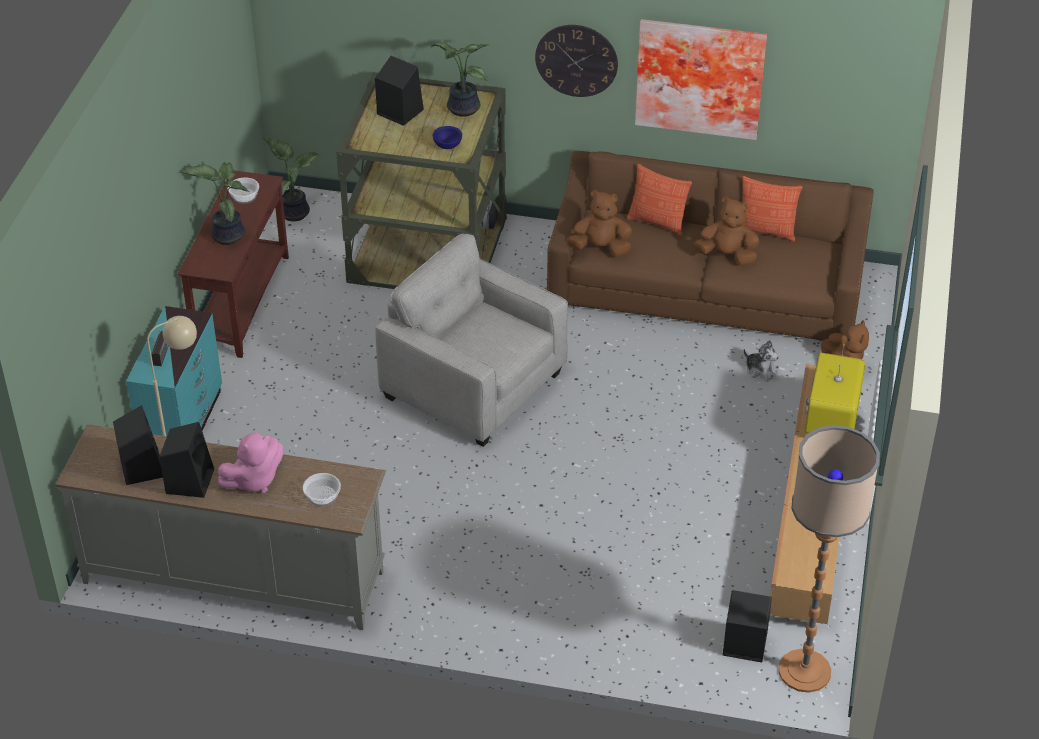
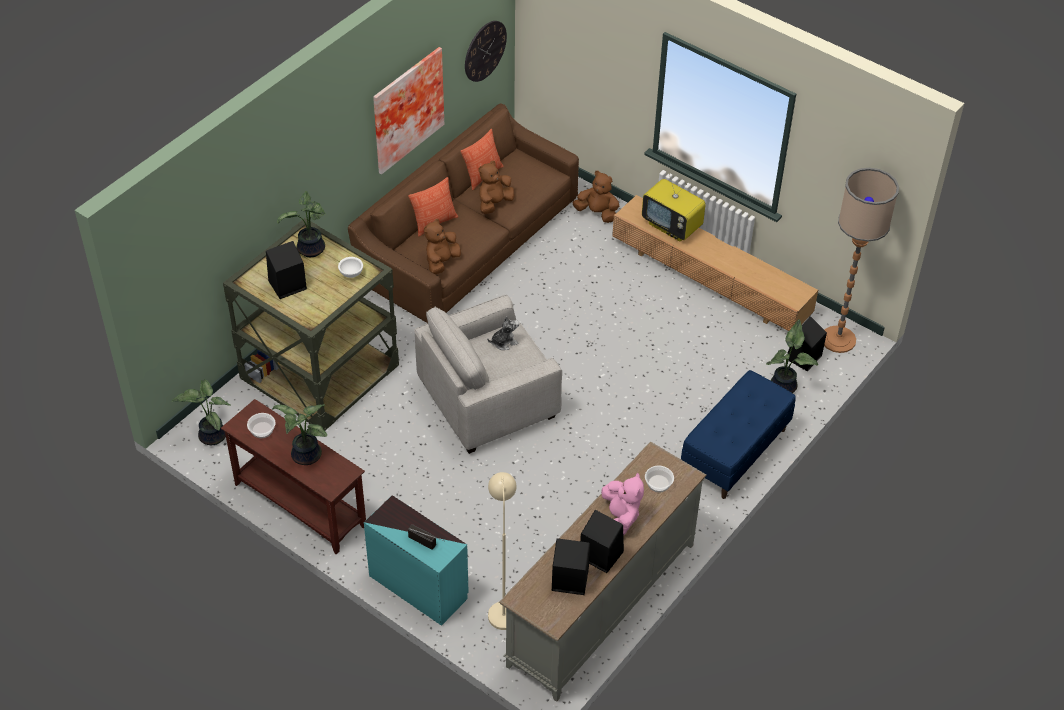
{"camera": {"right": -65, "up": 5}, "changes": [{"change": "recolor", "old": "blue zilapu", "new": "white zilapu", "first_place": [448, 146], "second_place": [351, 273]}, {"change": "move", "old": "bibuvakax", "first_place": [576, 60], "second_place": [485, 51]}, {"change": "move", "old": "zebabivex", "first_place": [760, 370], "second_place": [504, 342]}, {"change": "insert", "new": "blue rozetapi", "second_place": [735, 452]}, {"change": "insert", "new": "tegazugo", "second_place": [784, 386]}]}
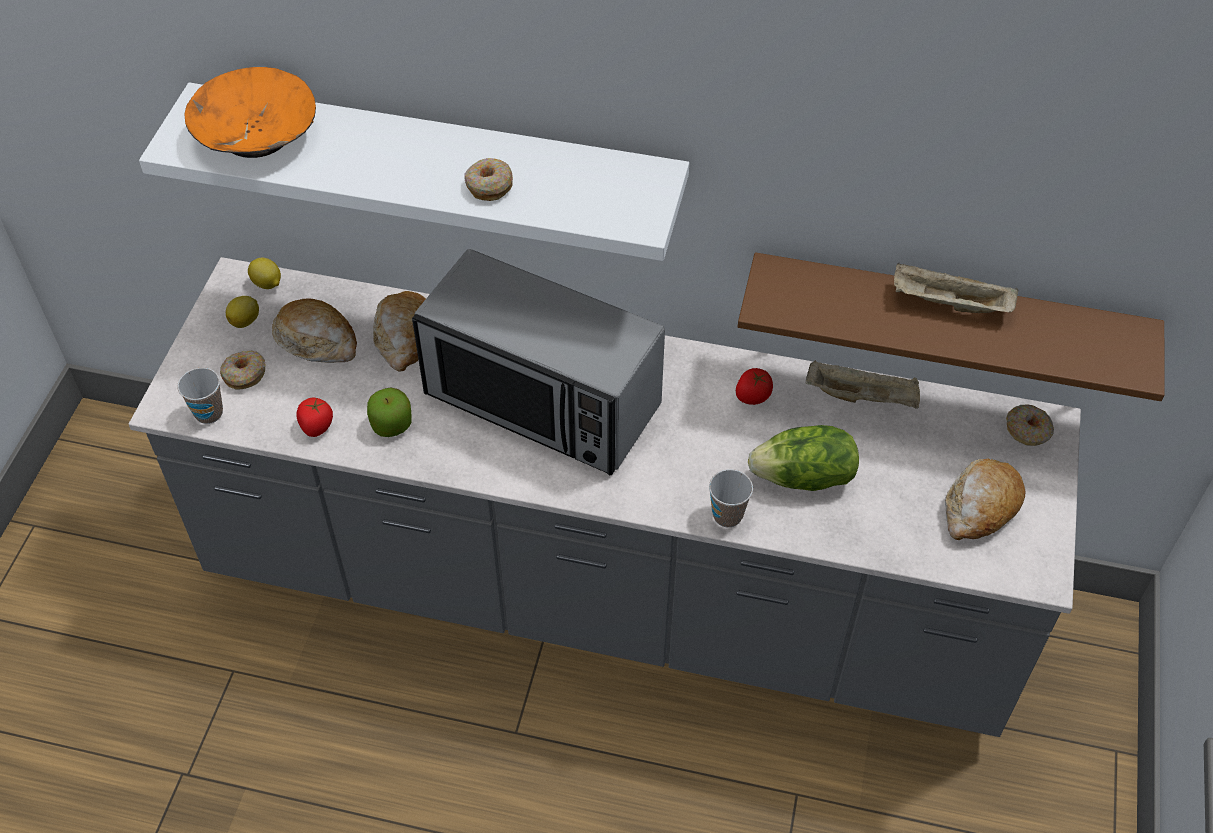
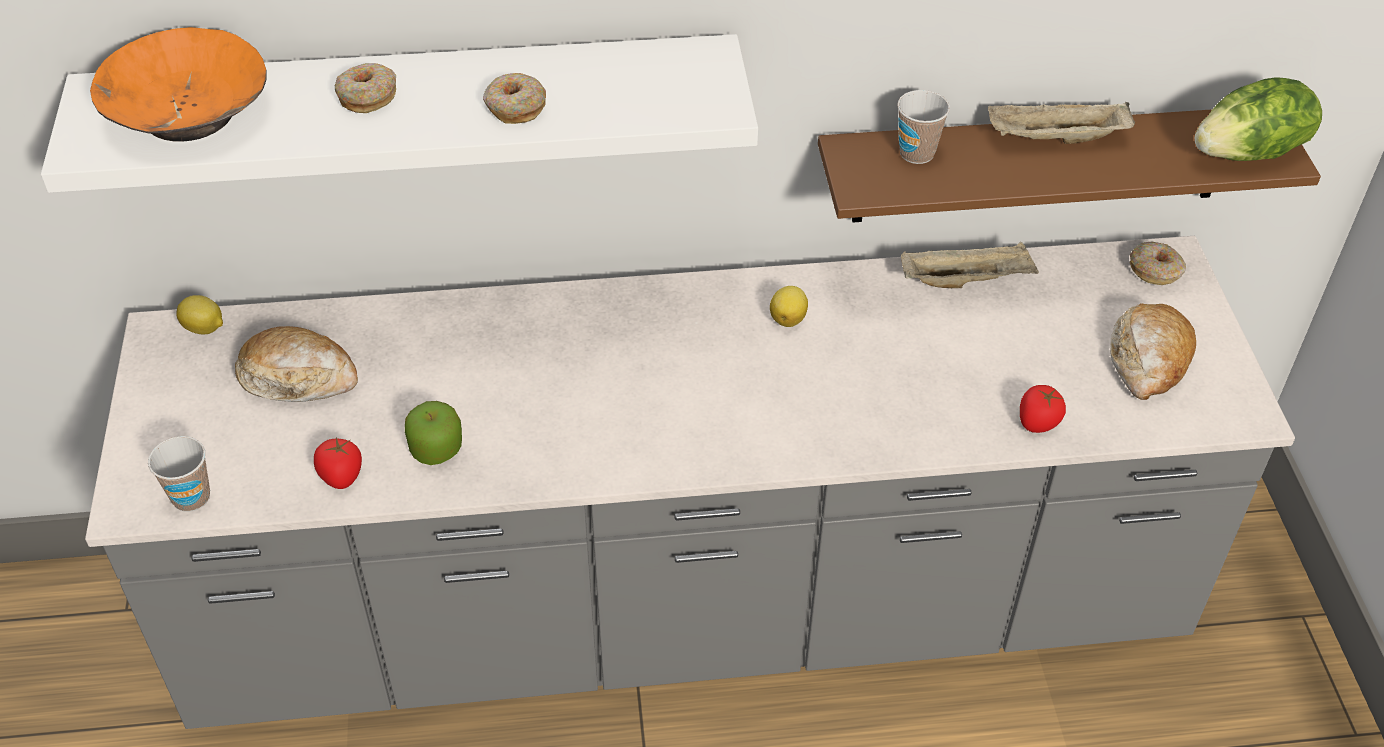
{"camera": {"right": -20, "up": -5}, "changes": [{"change": "move", "old": "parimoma", "first_place": [244, 374], "second_place": [367, 96]}, {"change": "move", "old": "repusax", "first_place": [246, 321], "second_place": [788, 318]}, {"change": "move", "old": "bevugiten", "first_place": [727, 515], "second_place": [916, 153]}, {"change": "move", "old": "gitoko", "first_place": [752, 396], "second_place": [1037, 422]}, {"change": "move", "old": "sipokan", "first_place": [804, 478], "second_place": [1250, 153]}, {"change": "delete", "old": "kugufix", "first_place": [405, 338]}, {"change": "delete", "old": "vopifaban", "first_place": [542, 401]}]}
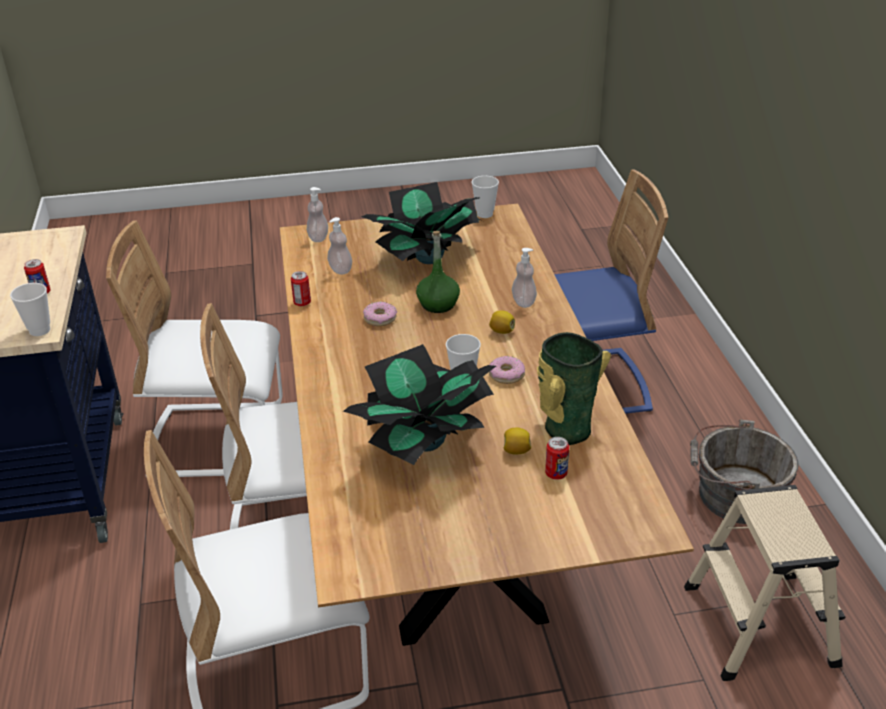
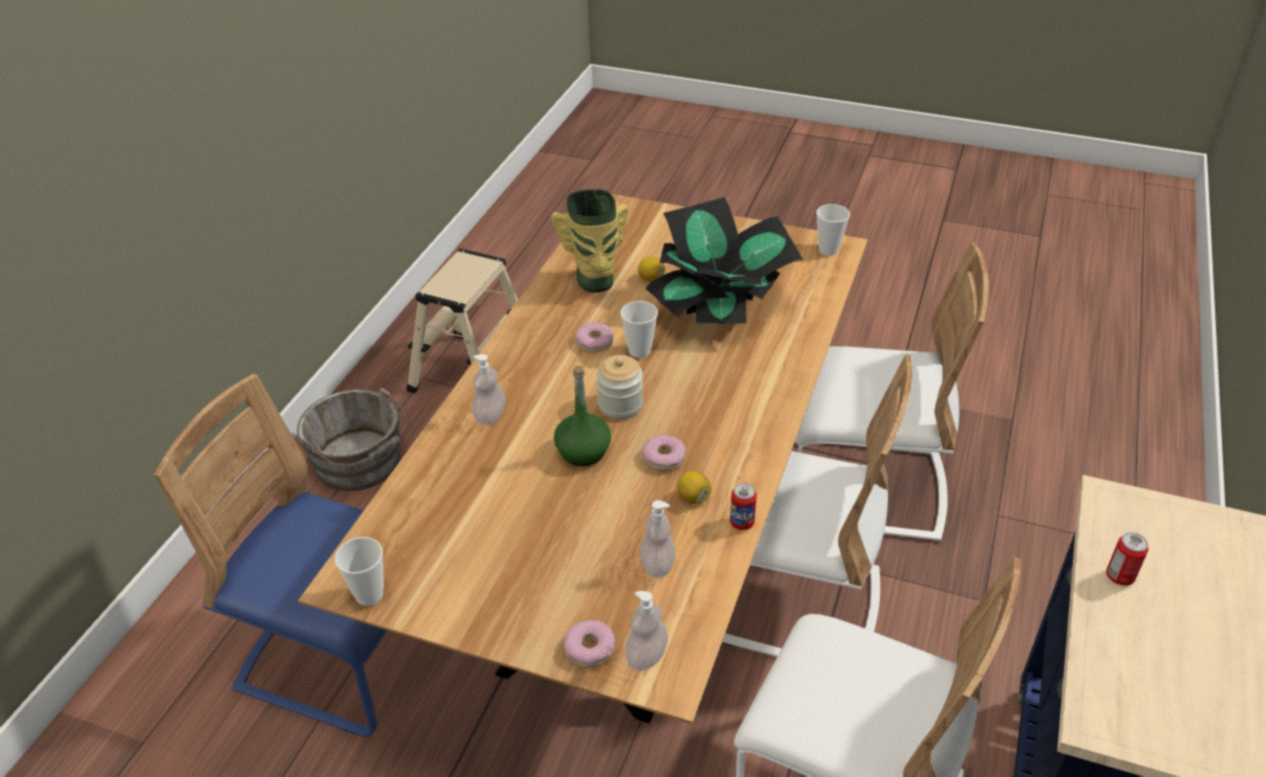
{"camera": {"right": -150, "up": 5}, "changes": [{"change": "insert", "new": "parimoma", "second_place": [589, 648]}, {"change": "insert", "new": "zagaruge", "second_place": [620, 405]}, {"change": "move", "old": "repusax", "first_place": [501, 331], "second_place": [693, 497]}, {"change": "move", "old": "bevugiten", "first_place": [40, 330], "second_place": [828, 250]}, {"change": "delete", "old": "tegazugo", "first_place": [427, 259]}, {"change": "delete", "old": "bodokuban", "first_place": [556, 474]}]}
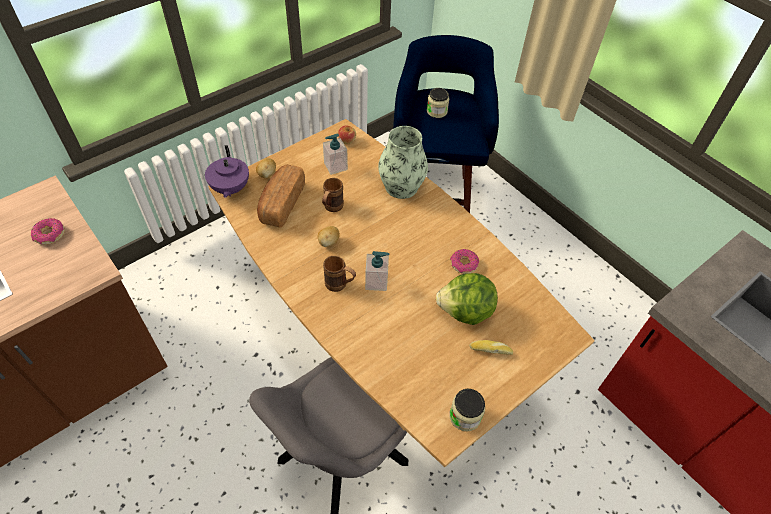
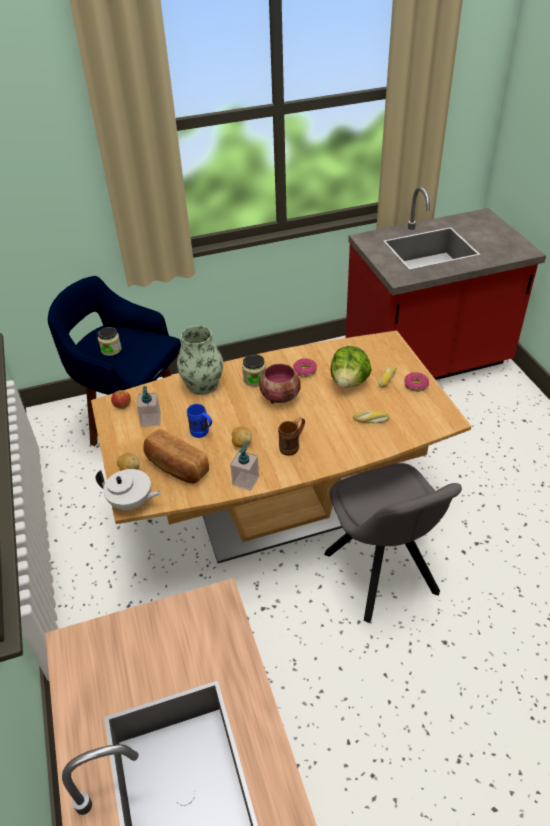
{"camera": {"right": -65, "up": -10}, "changes": [{"change": "recolor", "old": "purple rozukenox", "new": "white rozukenox", "first_place": [230, 189], "second_place": [131, 503]}, {"change": "recolor", "old": "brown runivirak", "new": "blue runivirak", "first_place": [331, 208], "second_place": [202, 433]}, {"change": "move", "old": "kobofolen", "first_place": [376, 281], "second_place": [245, 480]}, {"change": "move", "old": "zagaruge", "first_place": [465, 416], "second_place": [254, 379]}, {"change": "insert", "new": "zilapu", "second_place": [281, 397]}, {"change": "insert", "new": "kugufix", "second_place": [371, 420]}, {"change": "move", "old": "parimoma", "first_place": [50, 235], "second_place": [416, 385]}]}
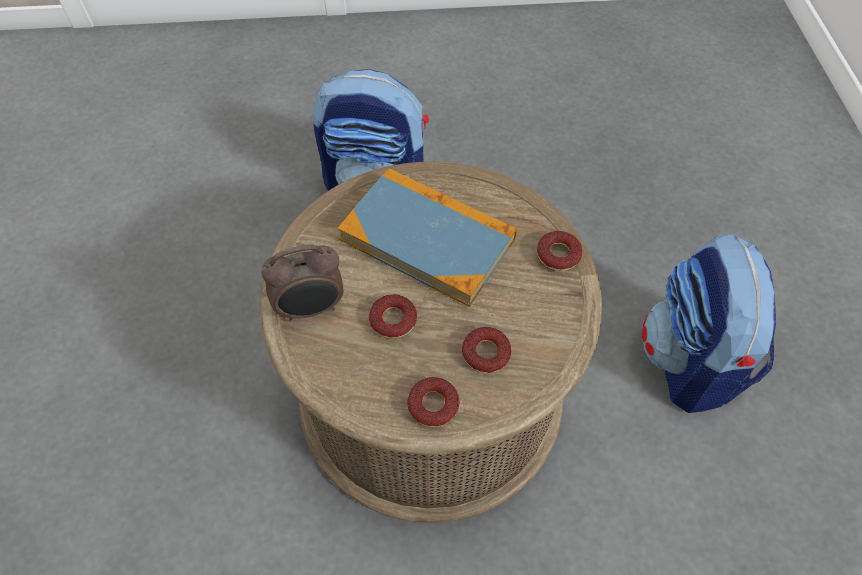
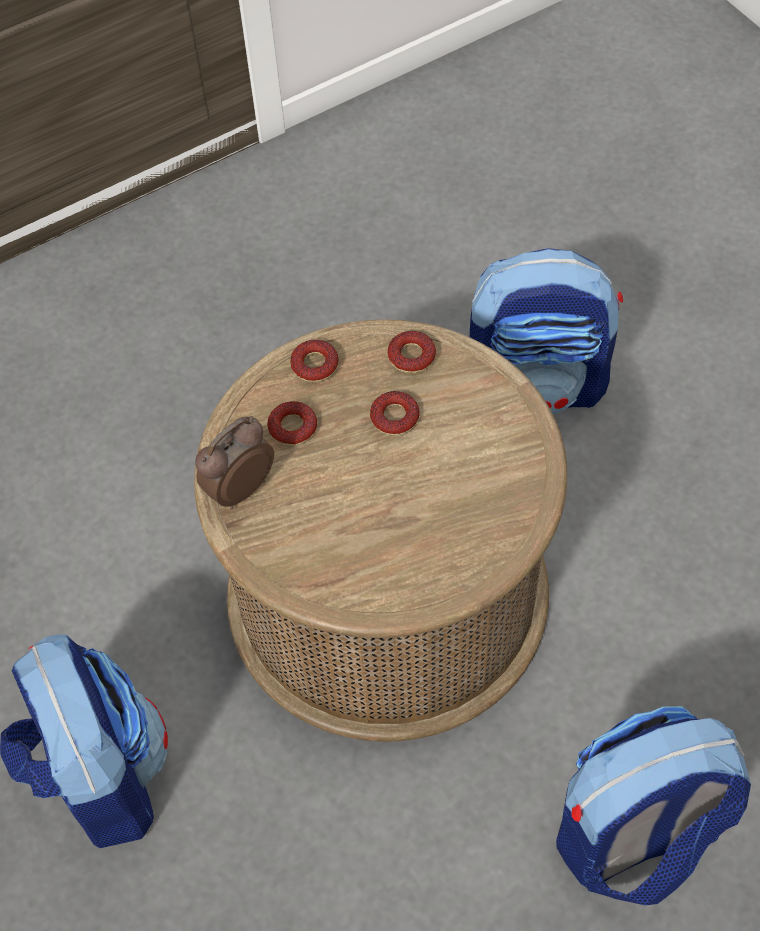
{"camera": {"right": 155, "up": 0}, "changes": [{"change": "move", "old": "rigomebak", "first_place": [311, 309], "second_place": [239, 489]}, {"change": "move", "old": "parimoma", "first_place": [558, 255], "second_place": [411, 356]}, {"change": "insert", "new": "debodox", "second_place": [538, 384]}, {"change": "delete", "old": "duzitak", "first_place": [427, 239]}]}
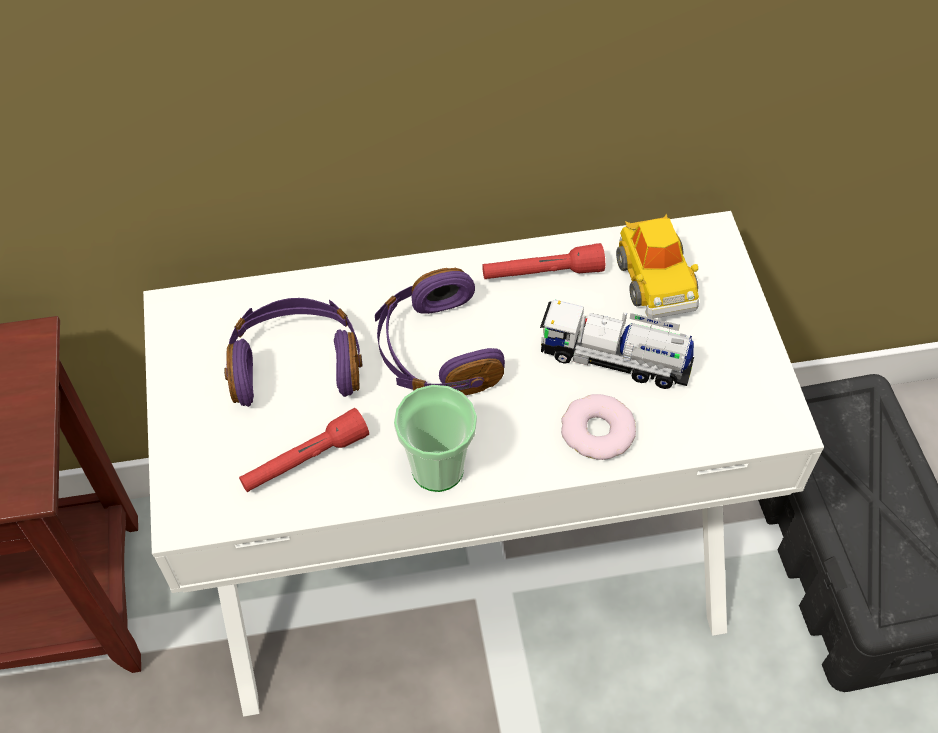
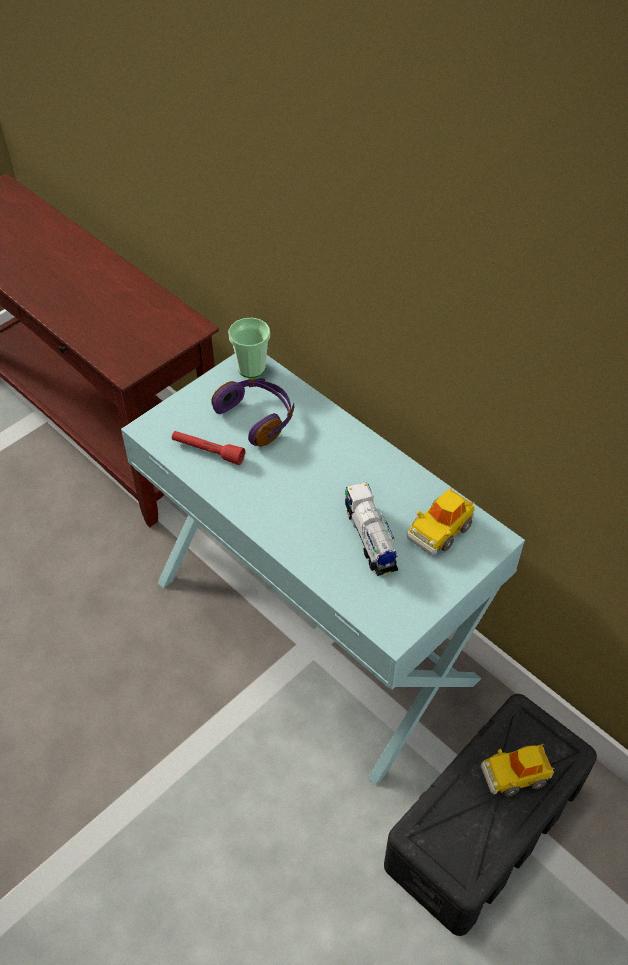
{"camera": {"right": 55, "up": -5}, "changes": [{"change": "recolor", "old": "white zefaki", "new": "turquoise zefaki", "first_place": [468, 562], "second_place": [315, 628]}, {"change": "move", "old": "bevugiten", "first_place": [437, 468], "second_place": [251, 368]}, {"change": "insert", "new": "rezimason", "second_place": [516, 774]}, {"change": "delete", "old": "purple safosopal", "first_place": [435, 352]}, {"change": "delete", "old": "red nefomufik", "first_place": [542, 273]}, {"change": "delete", "old": "parimoma", "first_place": [597, 432]}]}
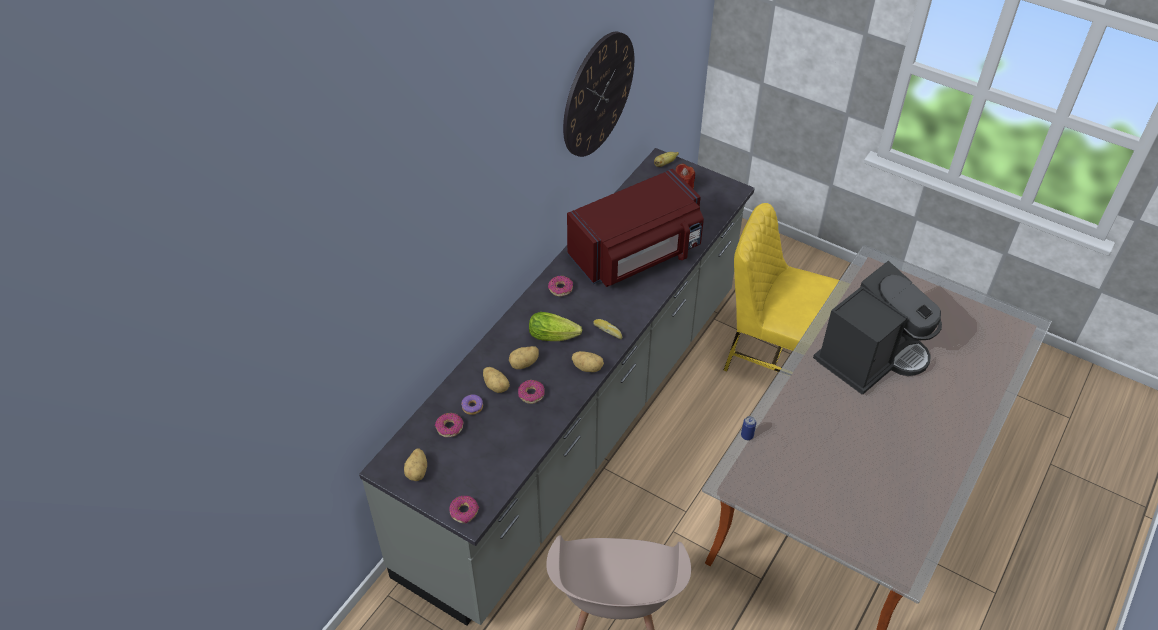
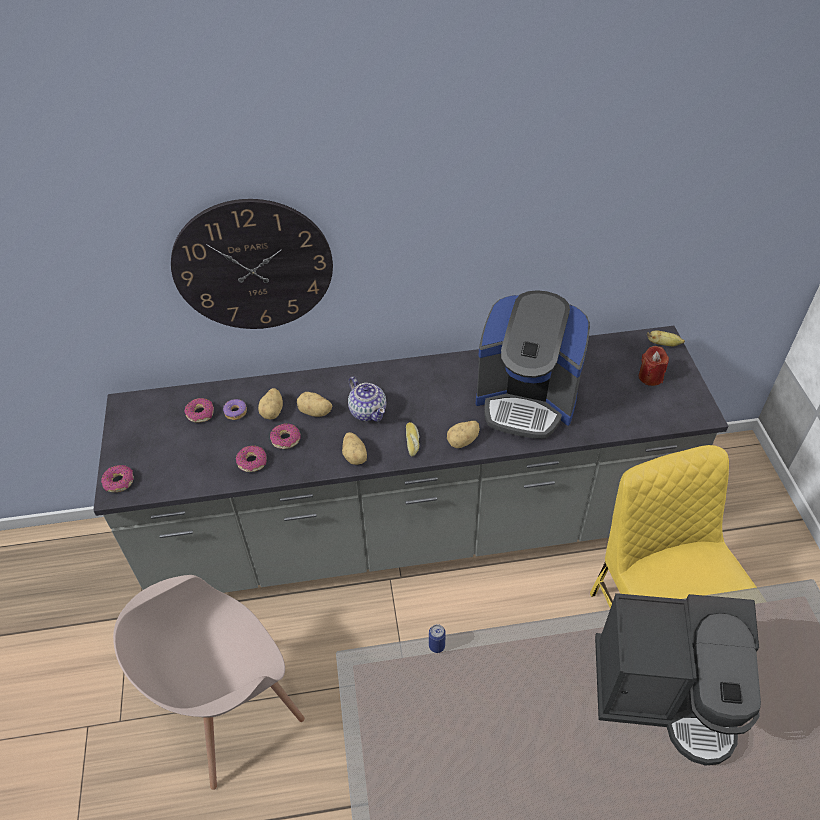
{"camera": {"right": 50, "up": 0}, "changes": [{"change": "move", "old": "bibuvakax", "first_place": [598, 94], "second_place": [253, 266]}, {"change": "move", "old": "parimoma", "first_place": [560, 289], "second_place": [252, 462]}, {"change": "replace", "old": "sipokan", "new": "rozukenox", "first_place": [555, 336], "second_place": [368, 411]}, {"change": "move", "old": "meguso", "first_place": [417, 471], "second_place": [463, 441]}, {"change": "replace", "old": "red vopifaban", "new": "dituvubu", "first_place": [637, 255], "second_place": [526, 400]}]}
